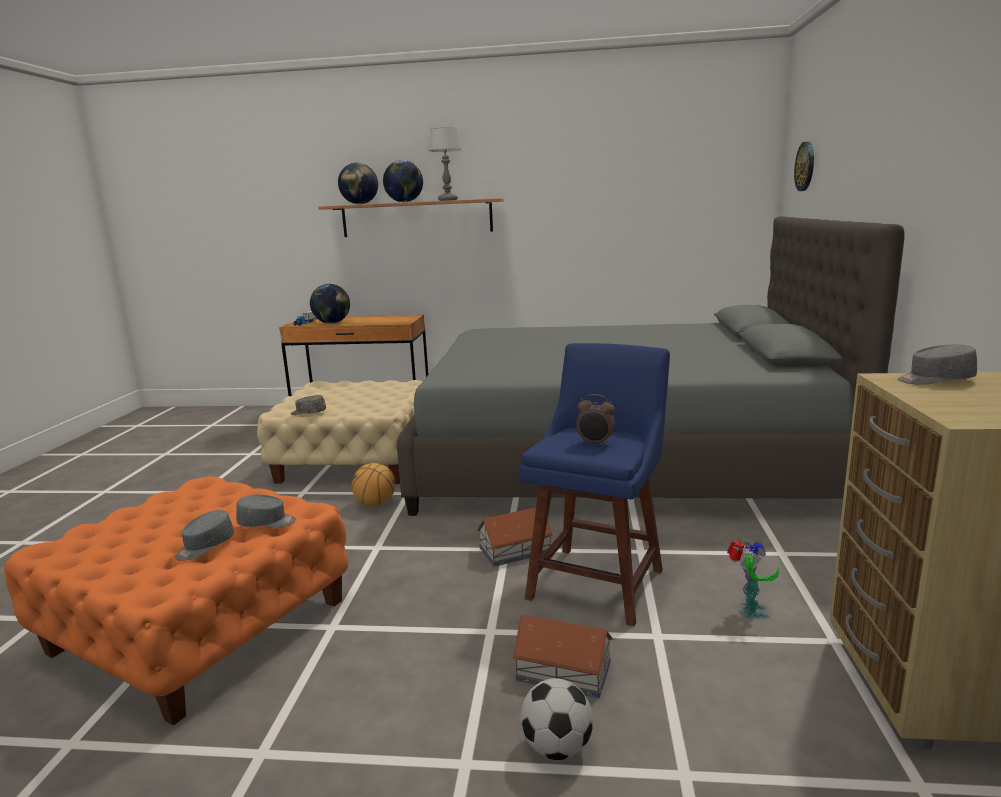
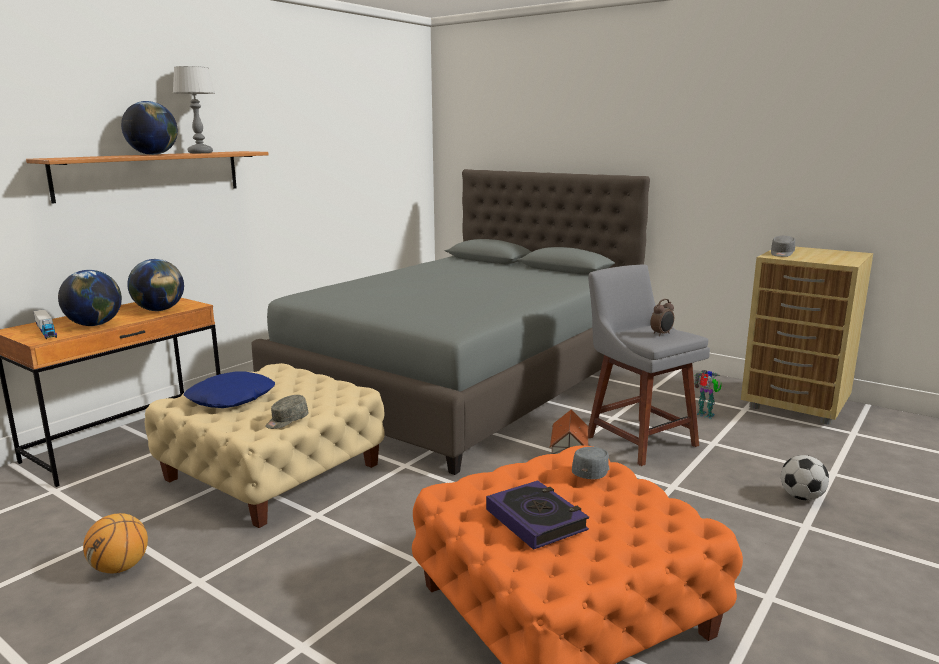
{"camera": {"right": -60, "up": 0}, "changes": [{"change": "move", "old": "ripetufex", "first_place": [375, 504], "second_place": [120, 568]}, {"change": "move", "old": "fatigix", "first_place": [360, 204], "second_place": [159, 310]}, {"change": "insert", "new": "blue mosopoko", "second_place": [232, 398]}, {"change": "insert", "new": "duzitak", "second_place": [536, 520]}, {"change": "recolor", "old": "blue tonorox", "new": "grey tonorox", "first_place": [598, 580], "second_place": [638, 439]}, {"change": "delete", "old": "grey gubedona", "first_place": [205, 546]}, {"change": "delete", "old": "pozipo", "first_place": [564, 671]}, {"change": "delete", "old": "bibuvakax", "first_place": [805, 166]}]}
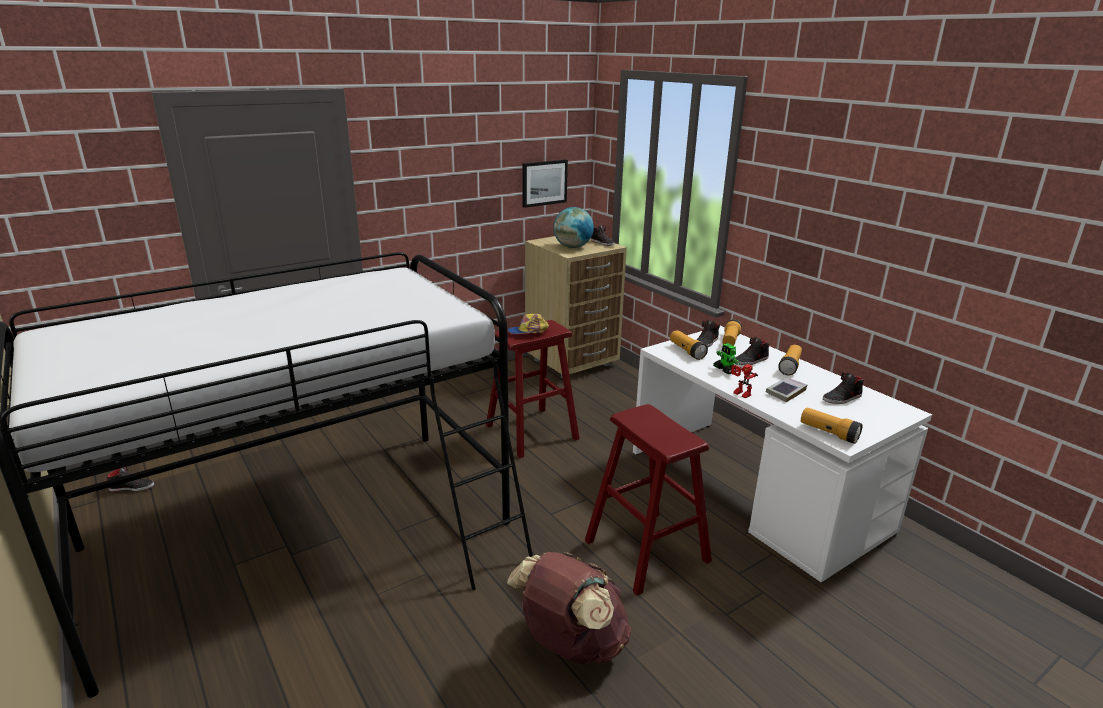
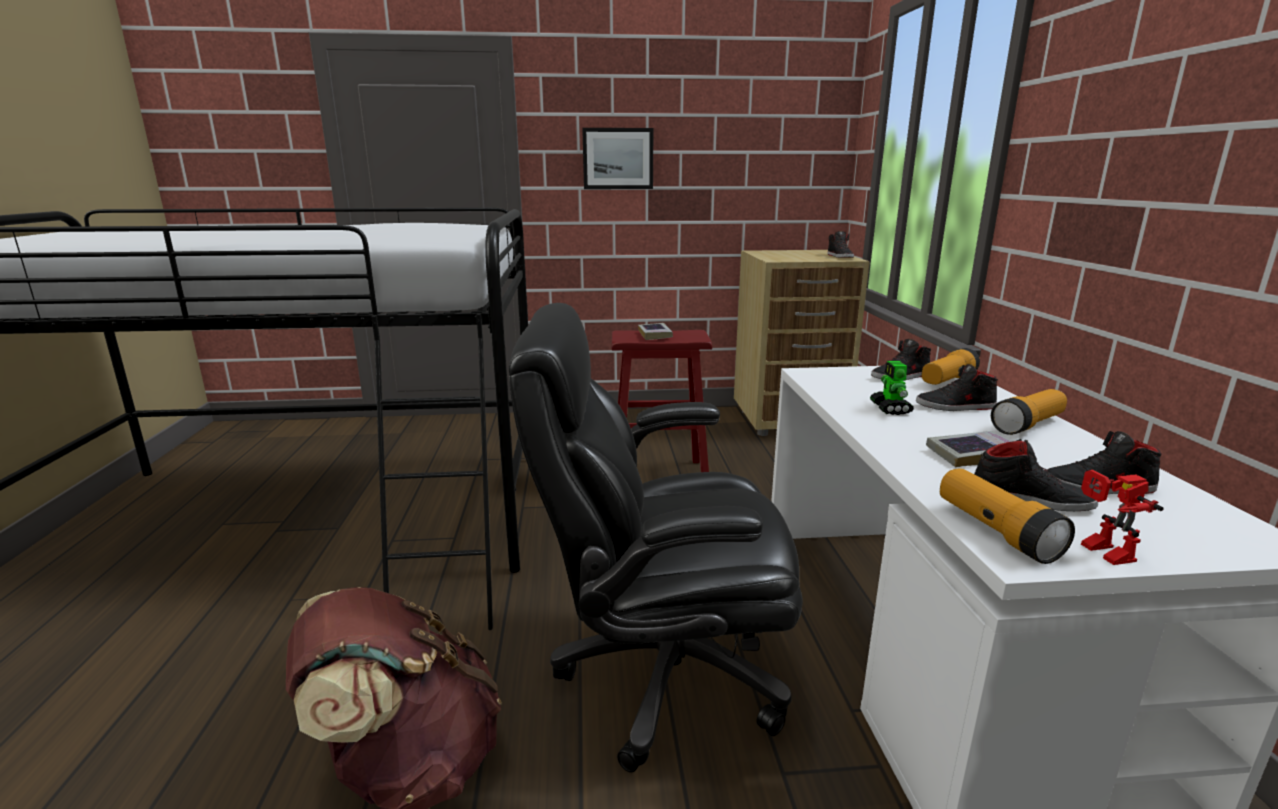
{"camera": {"right": 30, "up": -5}, "changes": [{"change": "replace", "old": "red tonorox", "new": "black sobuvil", "first_place": [646, 550], "second_place": [659, 673]}, {"change": "move", "old": "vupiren", "first_place": [544, 183], "second_place": [618, 159]}, {"change": "replace", "old": "gubedona", "new": "duzitak", "first_place": [528, 331], "second_place": [655, 335]}, {"change": "move", "old": "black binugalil", "first_place": [132, 487], "second_place": [1030, 499]}, {"change": "move", "old": "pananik", "first_place": [740, 394], "second_place": [1100, 551]}, {"change": "delete", "old": "fatigix", "first_place": [573, 247]}, {"change": "delete", "old": "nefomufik", "first_place": [687, 351]}]}
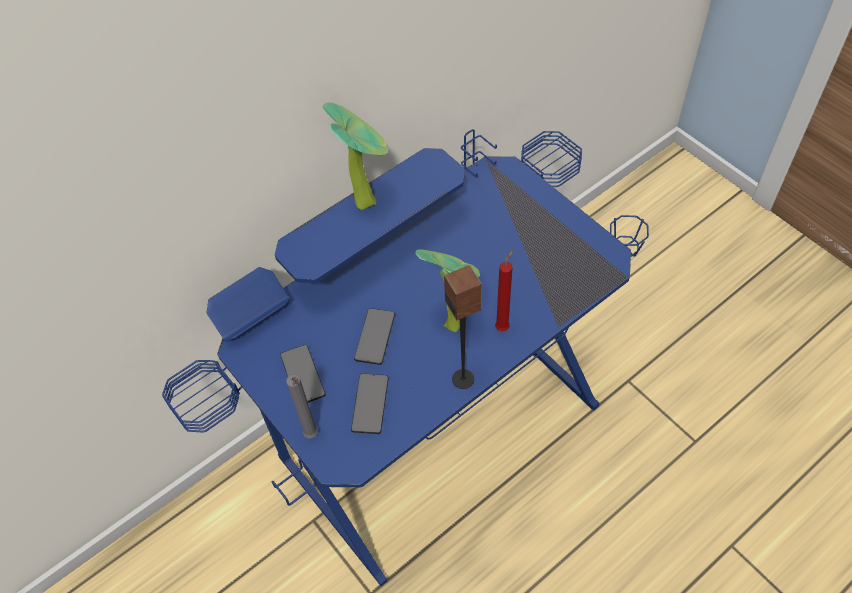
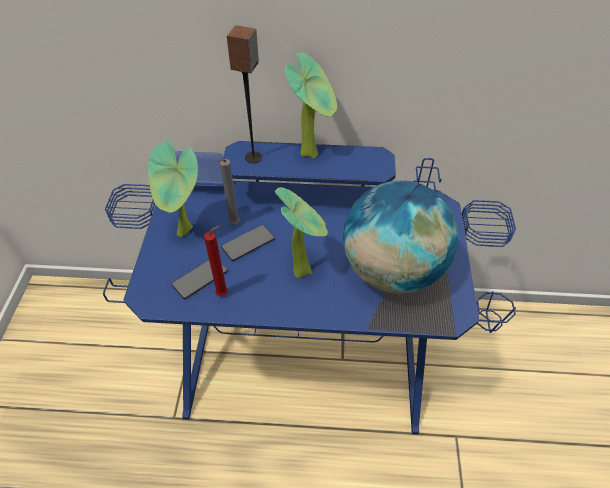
{"camera": {"right": 40, "up": -5}, "changes": [{"change": "replace", "old": "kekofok", "new": "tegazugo", "first_place": [302, 375], "second_place": [186, 233]}, {"change": "move", "old": "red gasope", "first_place": [503, 326], "second_place": [224, 294]}, {"change": "move", "old": "grey gasope", "first_place": [311, 436], "second_place": [233, 224]}, {"change": "move", "old": "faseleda", "first_place": [463, 379], "second_place": [254, 157]}, {"change": "insert", "new": "fatigix", "second_place": [392, 270]}]}
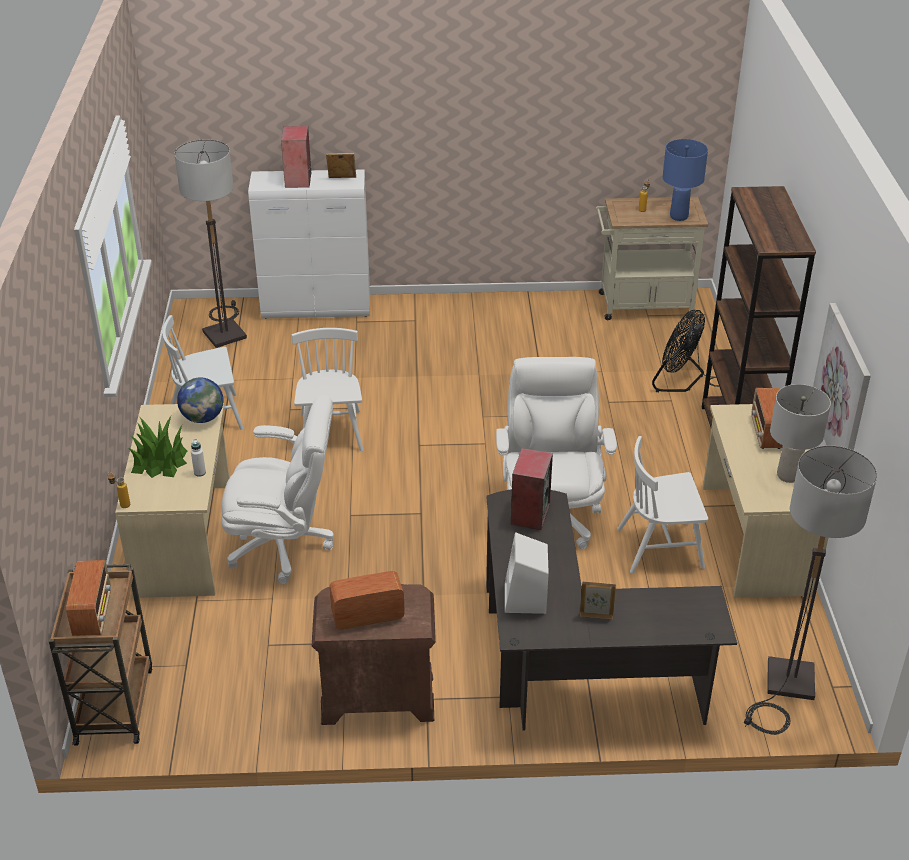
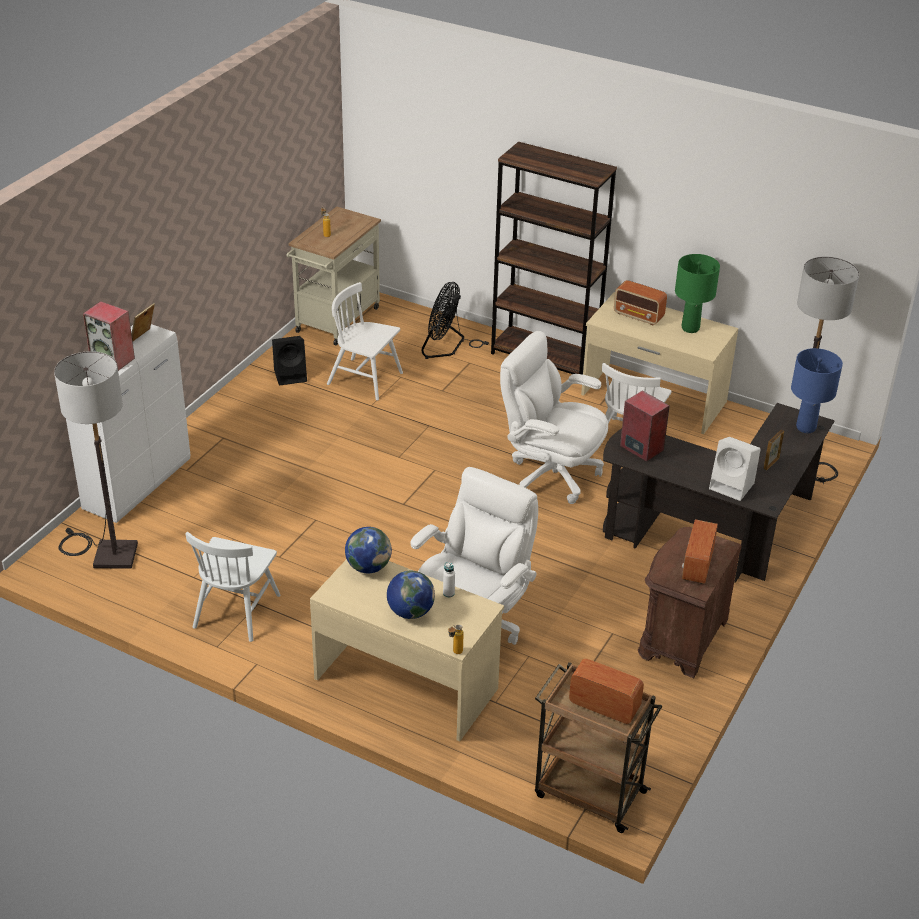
{"camera": {"right": -60, "up": 0}, "changes": [{"change": "insert", "new": "black faseleda", "second_place": [291, 375]}, {"change": "move", "old": "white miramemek", "first_place": [331, 433], "second_place": [365, 379]}, {"change": "replace", "old": "tegazugo", "new": "fatigix", "first_place": [159, 461], "second_place": [410, 612]}, {"change": "rotate", "old": "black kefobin", "first_place": [687, 378], "second_place": [450, 344], "degrees": 45}, {"change": "recolor", "old": "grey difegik", "new": "green difegik", "first_place": [788, 476], "second_place": [690, 328]}, {"change": "move", "old": "blue difegik", "first_place": [678, 216], "second_place": [806, 428]}, {"change": "delete", "old": "vupiren", "first_place": [841, 390]}]}
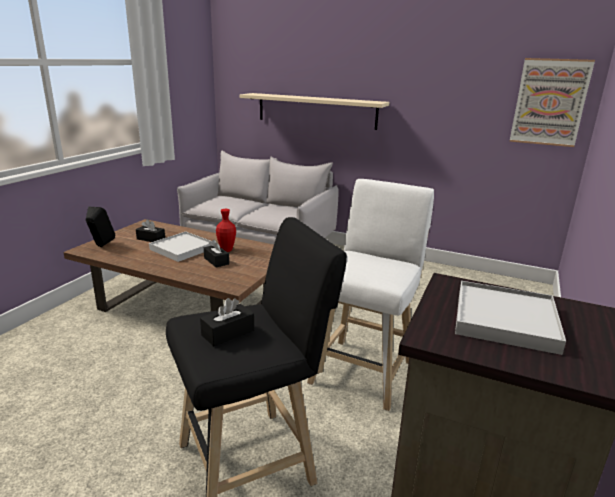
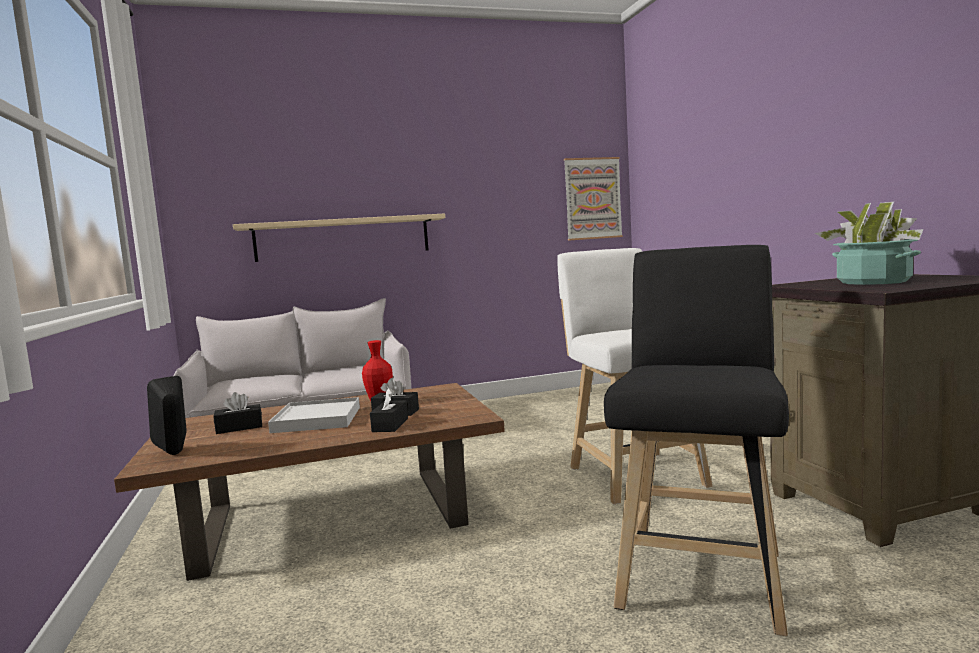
{"camera": {"right": -40, "up": -15}, "changes": [{"change": "move", "old": "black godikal", "first_place": [228, 333], "second_place": [390, 425]}, {"change": "replace", "old": "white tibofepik", "new": "tegazugo", "first_place": [505, 320], "second_place": [873, 282]}]}
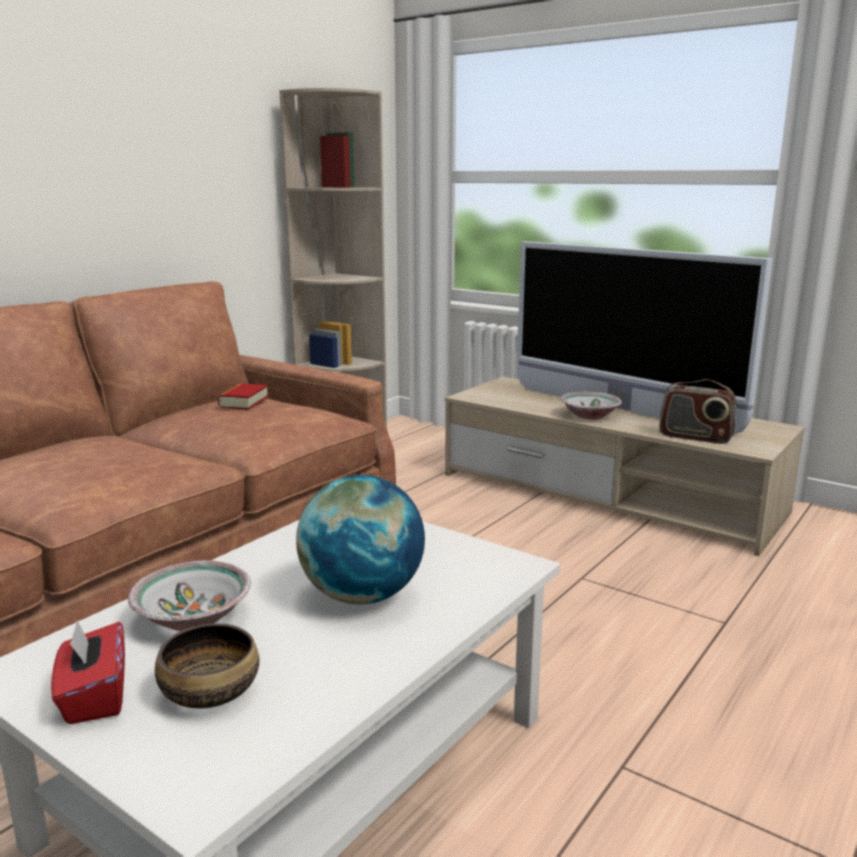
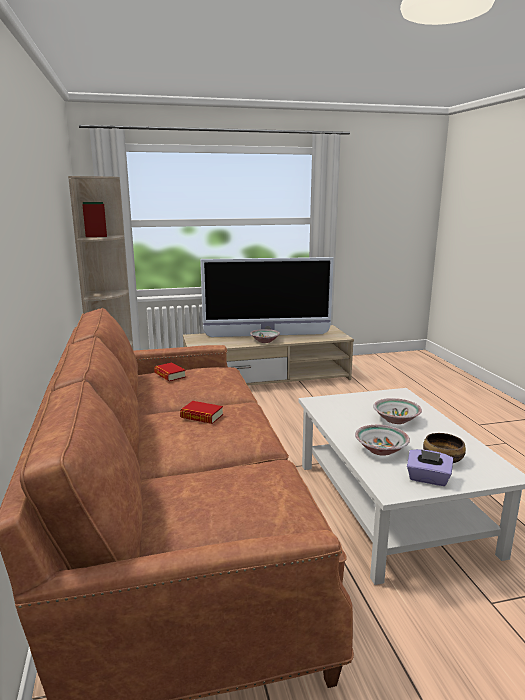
{"camera": {"right": -50, "up": 0}, "changes": [{"change": "insert", "new": "duzitak", "second_place": [201, 416]}, {"change": "replace", "old": "fatigix", "new": "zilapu", "first_place": [362, 596], "second_place": [396, 419]}, {"change": "recolor", "old": "red godikal", "new": "purple godikal", "first_place": [94, 697], "second_place": [428, 479]}, {"change": "delete", "old": "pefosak", "first_place": [695, 437]}]}
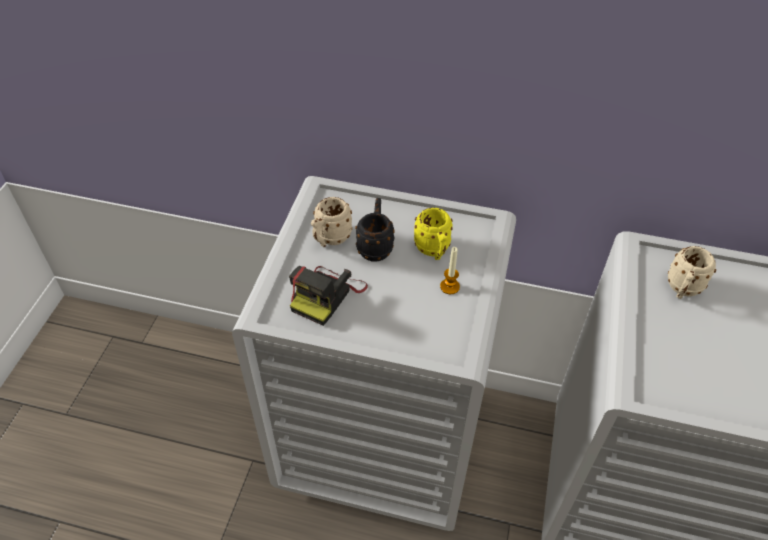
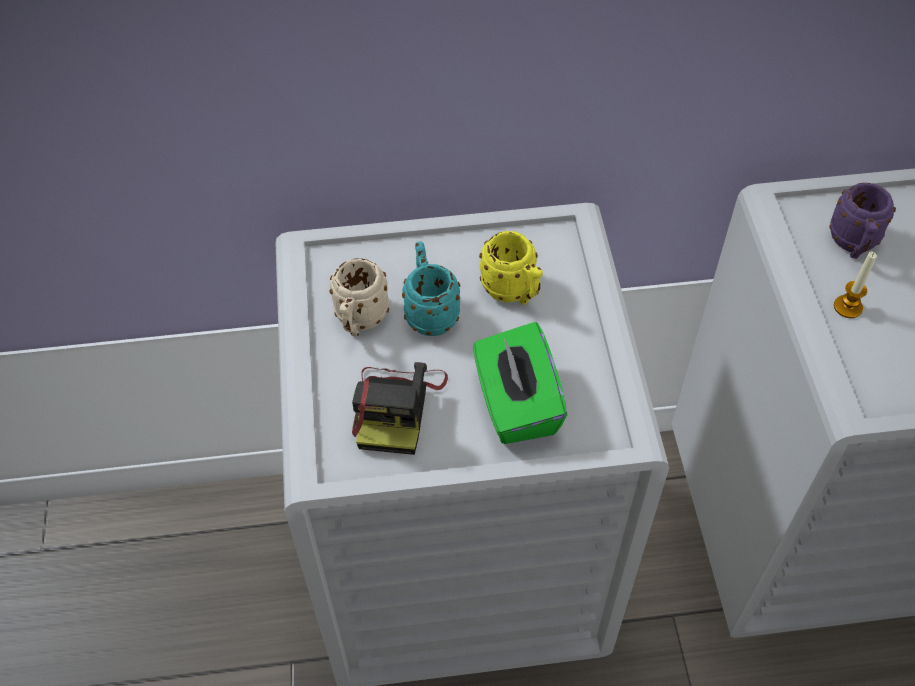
{"camera": {"right": -20, "up": 5}, "changes": [{"change": "recolor", "old": "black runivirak", "new": "turquoise runivirak", "first_place": [375, 246], "second_place": [429, 312]}, {"change": "insert", "new": "green godikal", "second_place": [516, 404]}, {"change": "recolor", "old": "beige runivirak", "new": "purple runivirak", "first_place": [682, 290], "second_place": [853, 245]}, {"change": "move", "old": "gasope", "first_place": [449, 287], "second_place": [847, 307]}]}
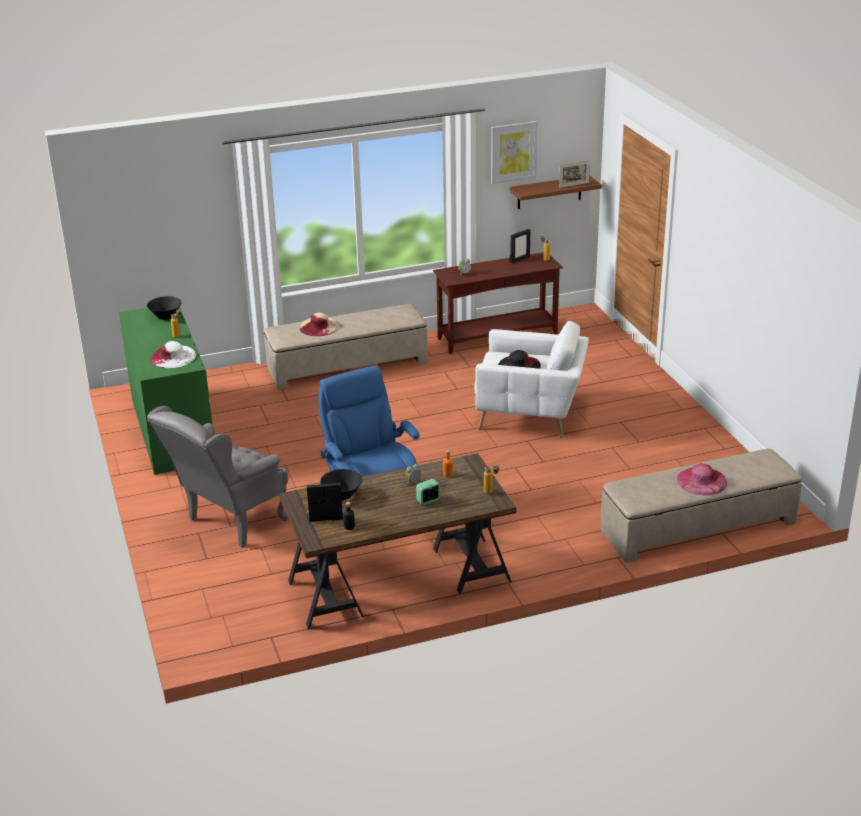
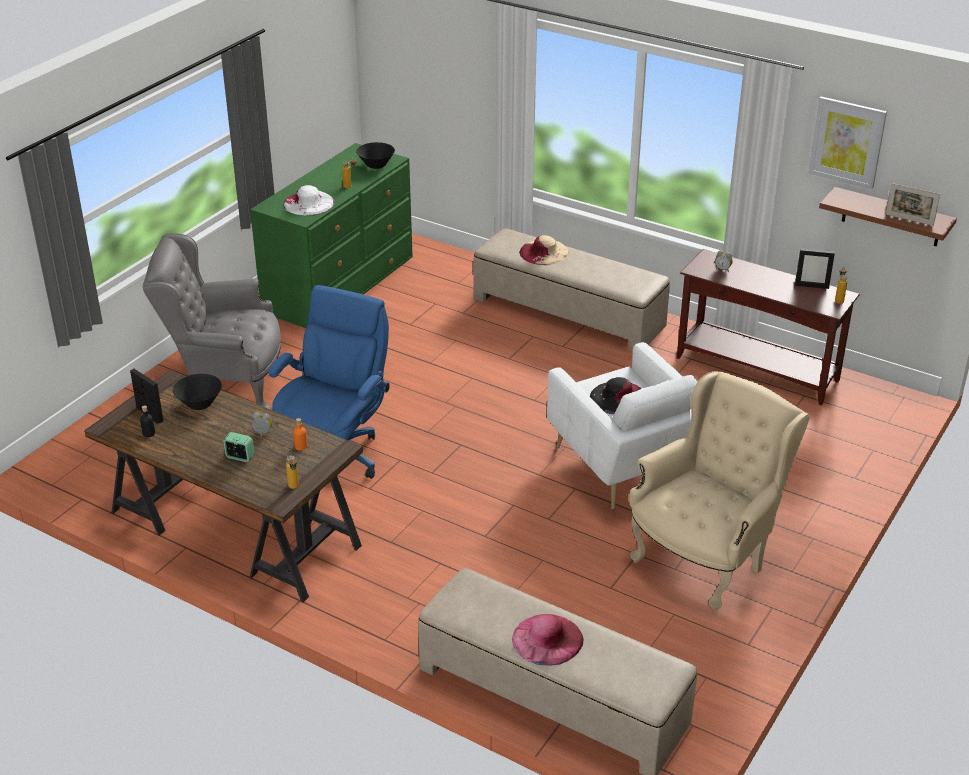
{"camera": {"right": 50, "up": 5}, "changes": [{"change": "insert", "new": "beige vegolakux", "second_place": [705, 559]}]}
